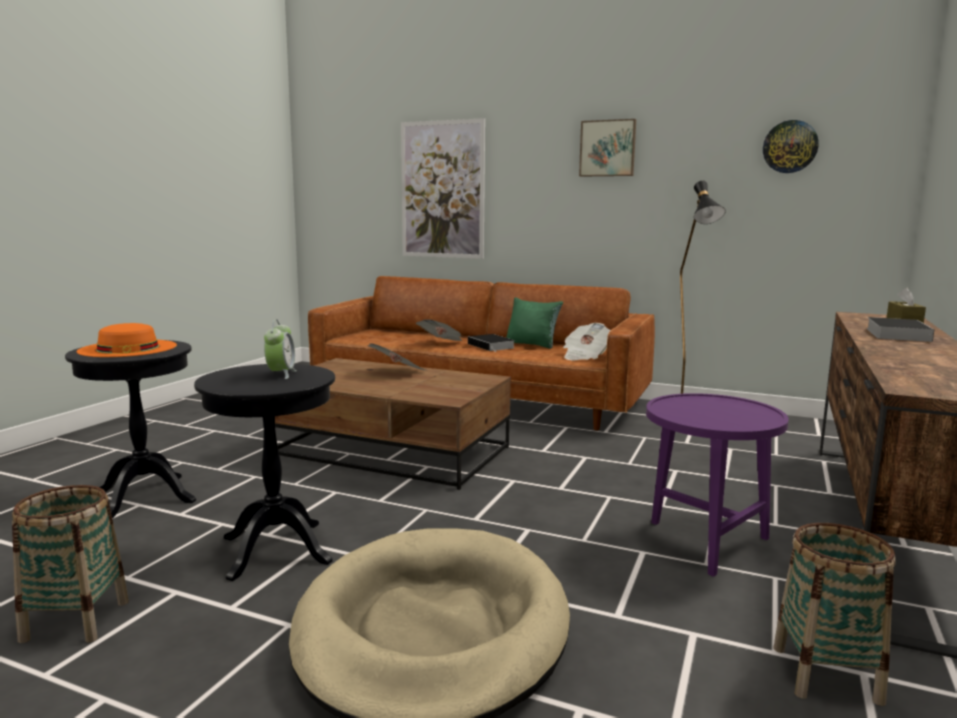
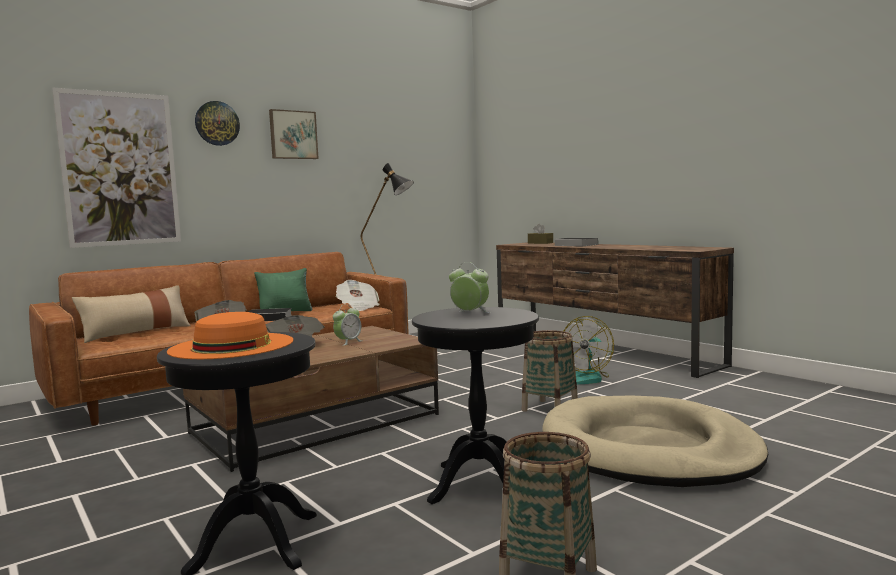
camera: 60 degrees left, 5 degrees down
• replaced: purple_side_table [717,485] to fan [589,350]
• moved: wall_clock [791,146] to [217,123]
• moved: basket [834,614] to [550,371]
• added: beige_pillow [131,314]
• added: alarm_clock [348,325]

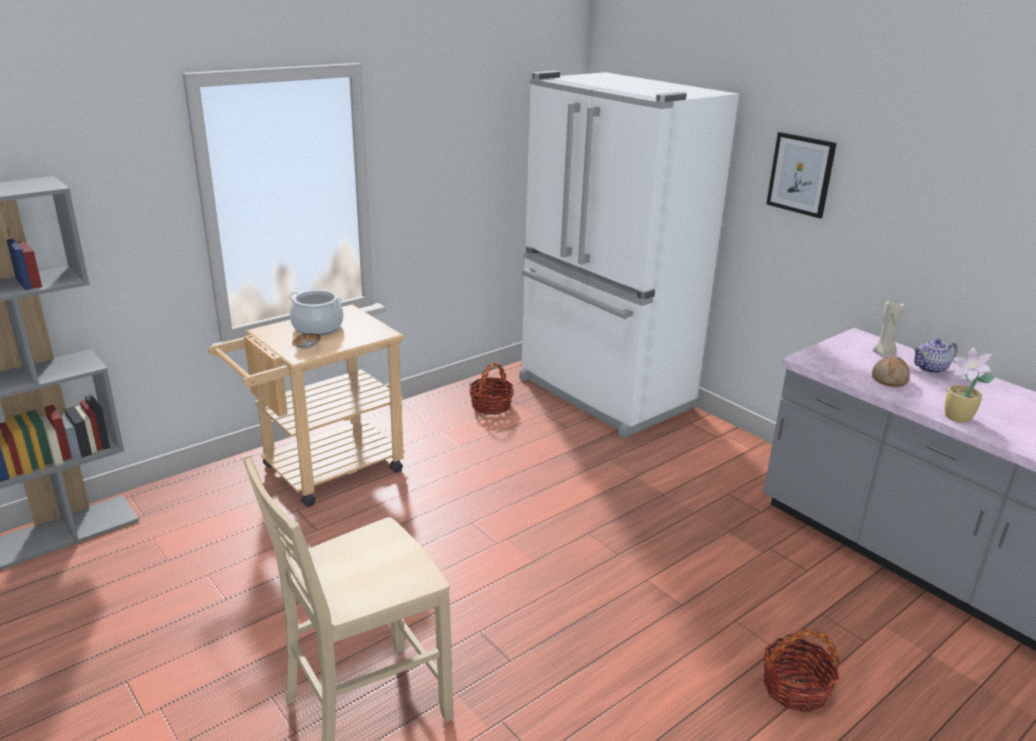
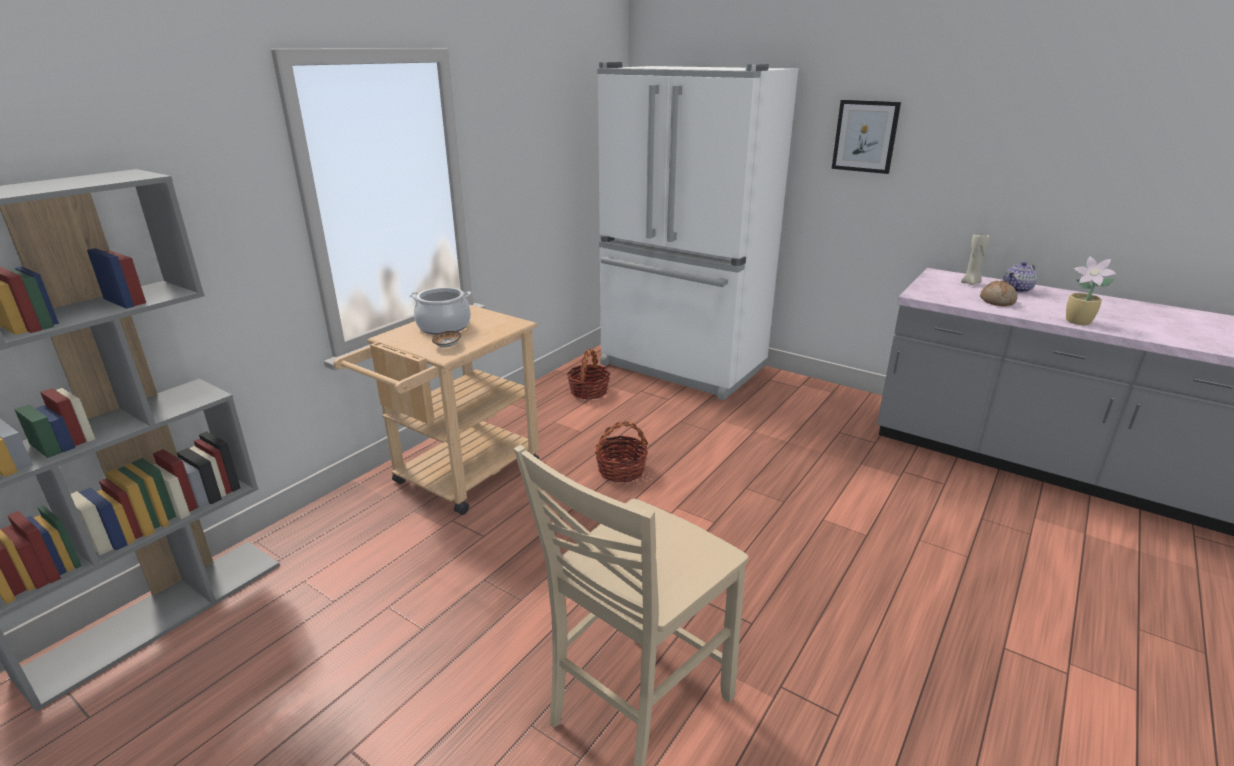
camera: 15 degrees left, 0 degrees up
• moved: basket [801,671] to [621,451]

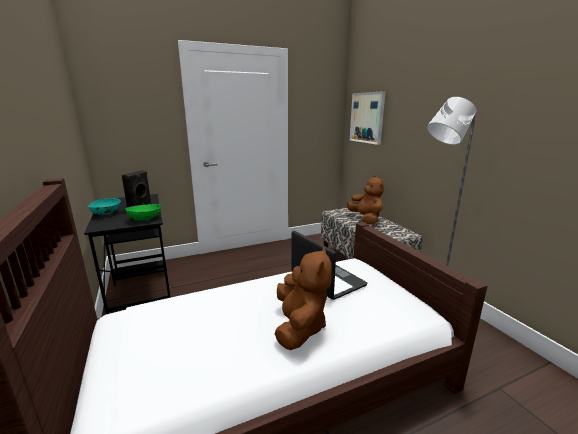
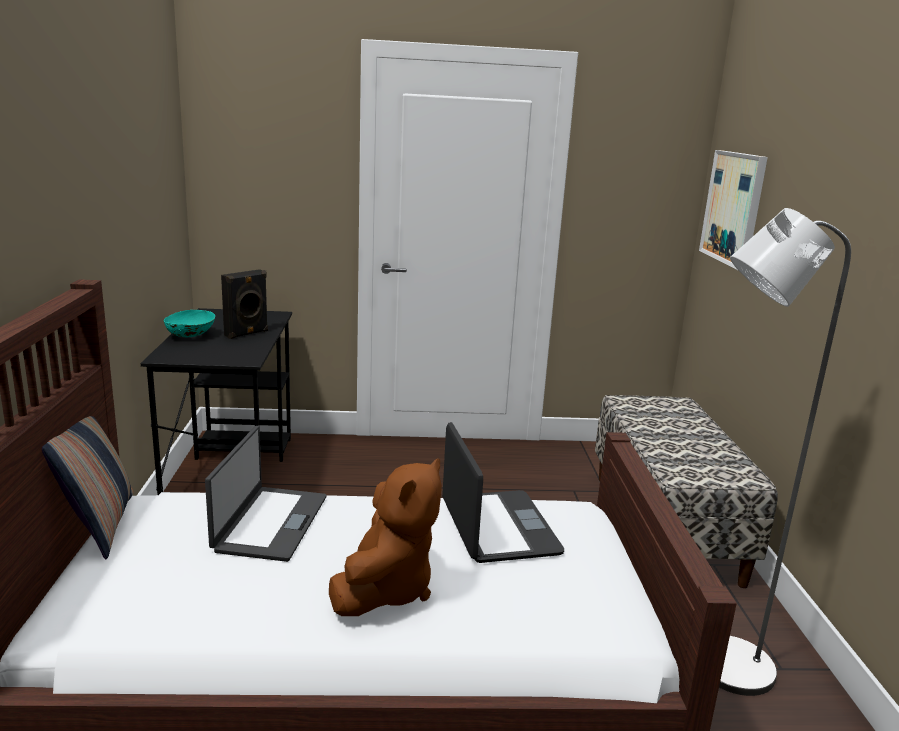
camera: 20 degrees right, 0 degrees up
• removed: green_bowl [143,212]
• removed: brown_plush_toy [365,200]
• added: pillow [88,487]
• added: laptop [265,494]

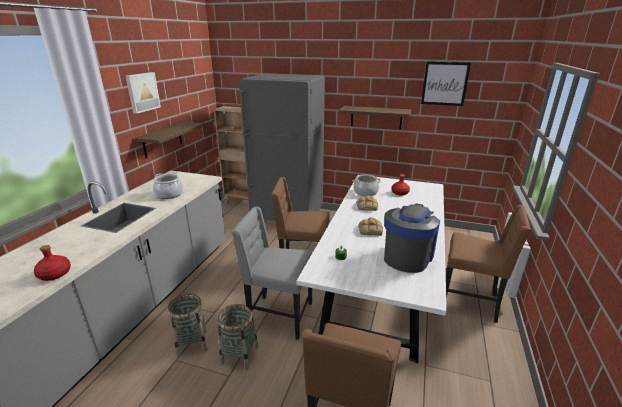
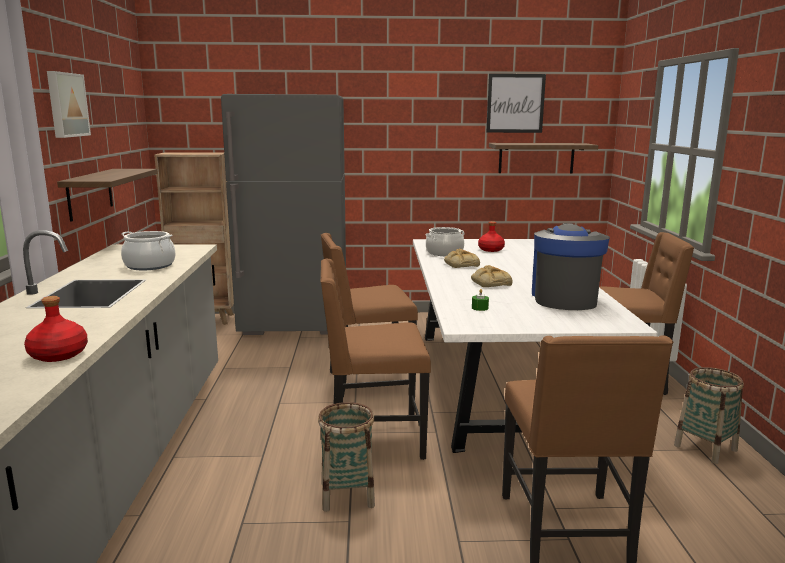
camera: 20 degrees left, 10 degrees down
• moved: basket [187,325] to [709,415]
• recoloured: grey_chair [272,273] to brown_chair [376,359]
• moved: shelf [375,118] to [544,158]

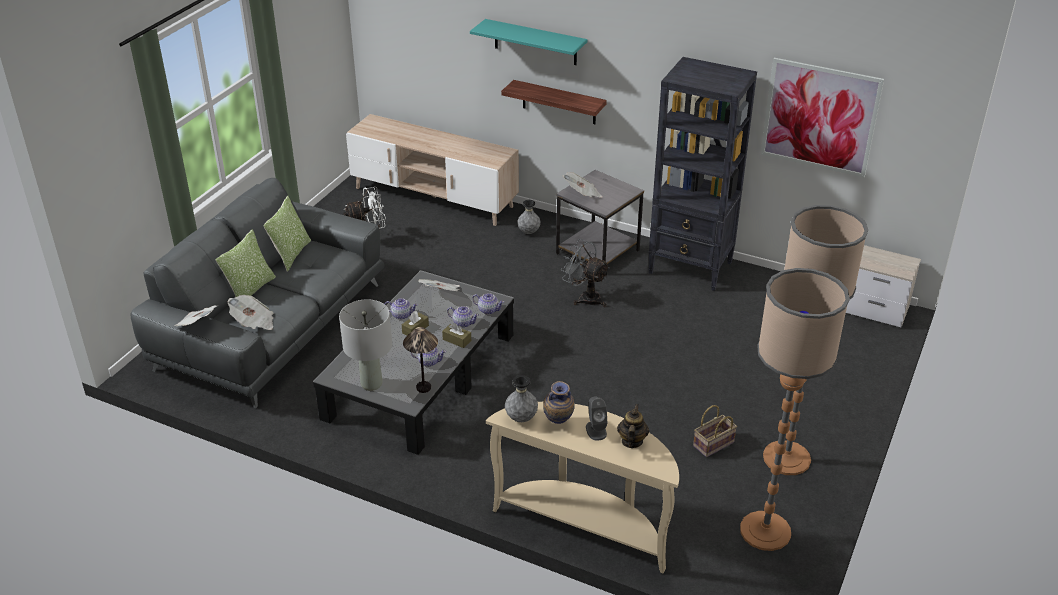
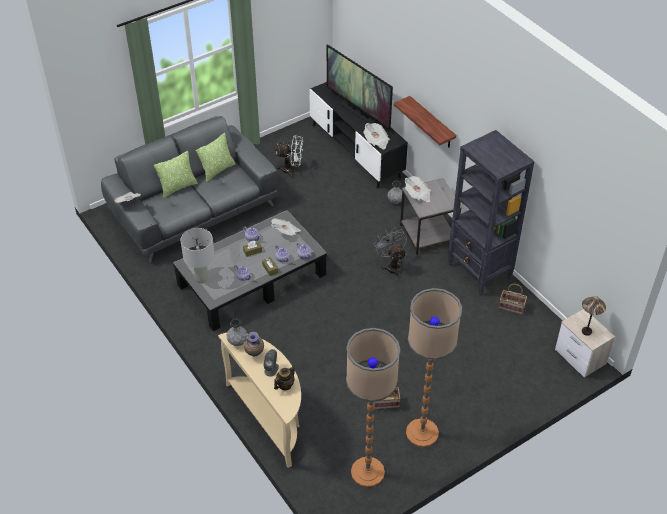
camera: 30 degrees right, 10 degrees up
• moved: newspaper [250,312] to [376,136]
• recoloured: beige_tv_stand [432,170] to black_tv_stand [358,135]
• moved: table_lamp [420,360] to [594,316]
• removed: turquoise_shelf [529,42]
• removed: picture [822,117]
• added: television [360,87]
• added: basket [513,299]

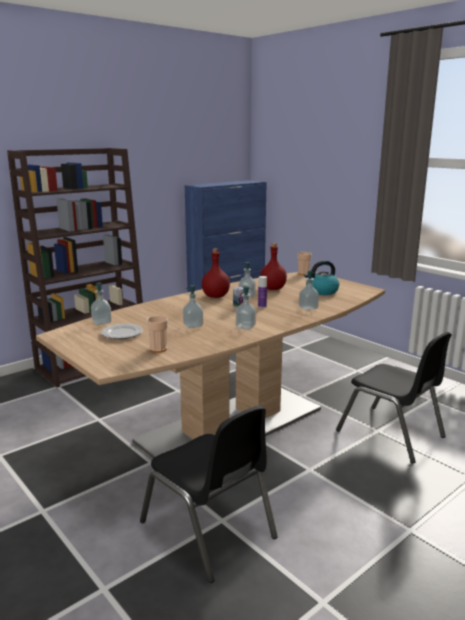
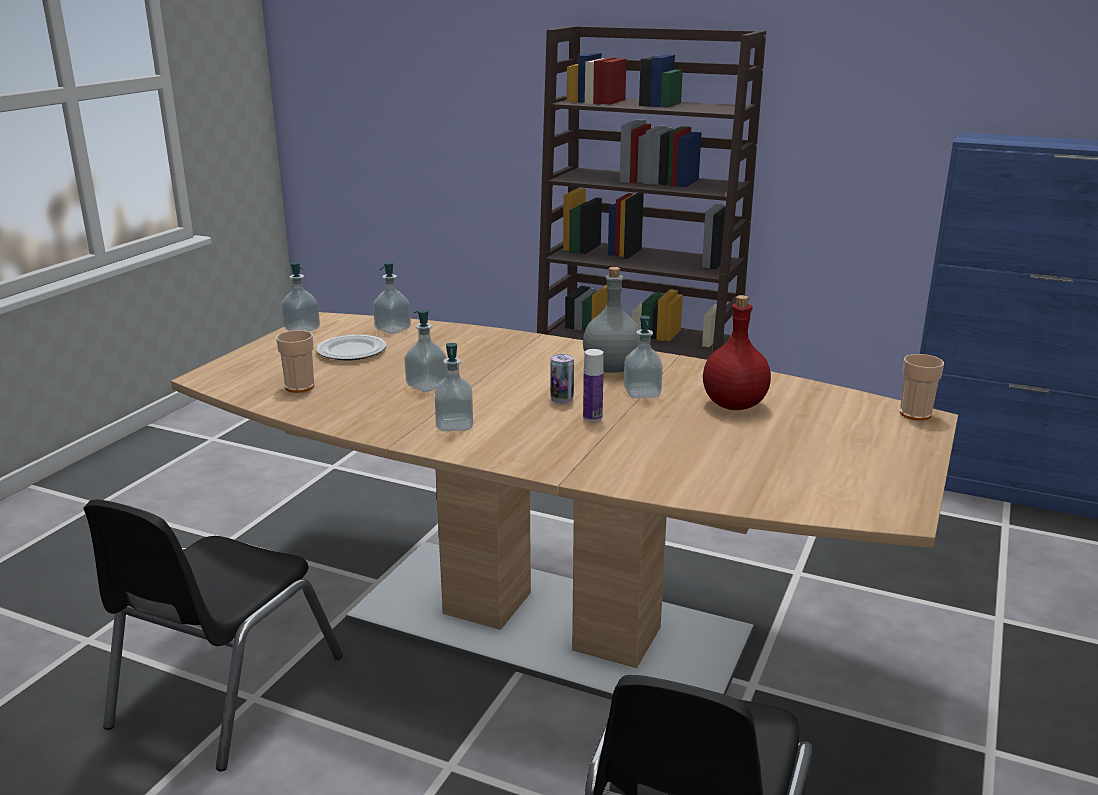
camera: 65 degrees right, 5 degrees up
• recoloured: red_bottle [216,273] to grey_bottle [611,320]
• moved: soap_dispenser [309,290] to [300,296]
• removed: kettle [321,278]

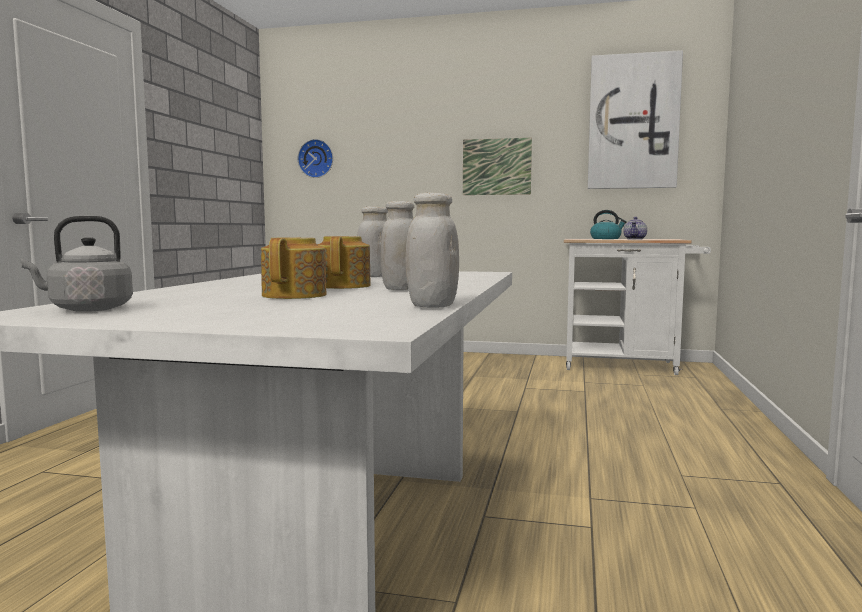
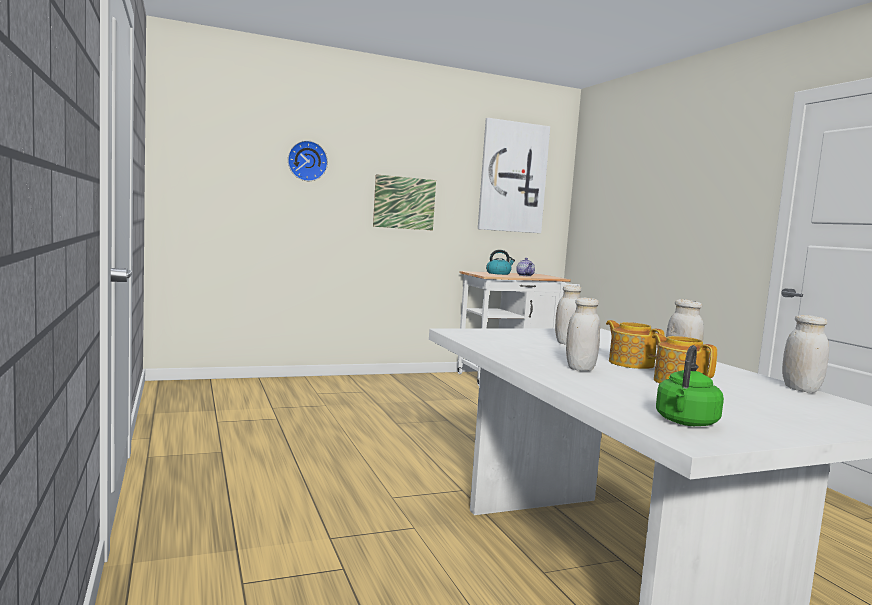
camera: 35 degrees left, 0 degrees up
• recoloured: grey_kettle [76,264] to green_kettle [690,385]
• moved: wall_clock [315,158] to [308,160]
• added: white_jar [583,334]

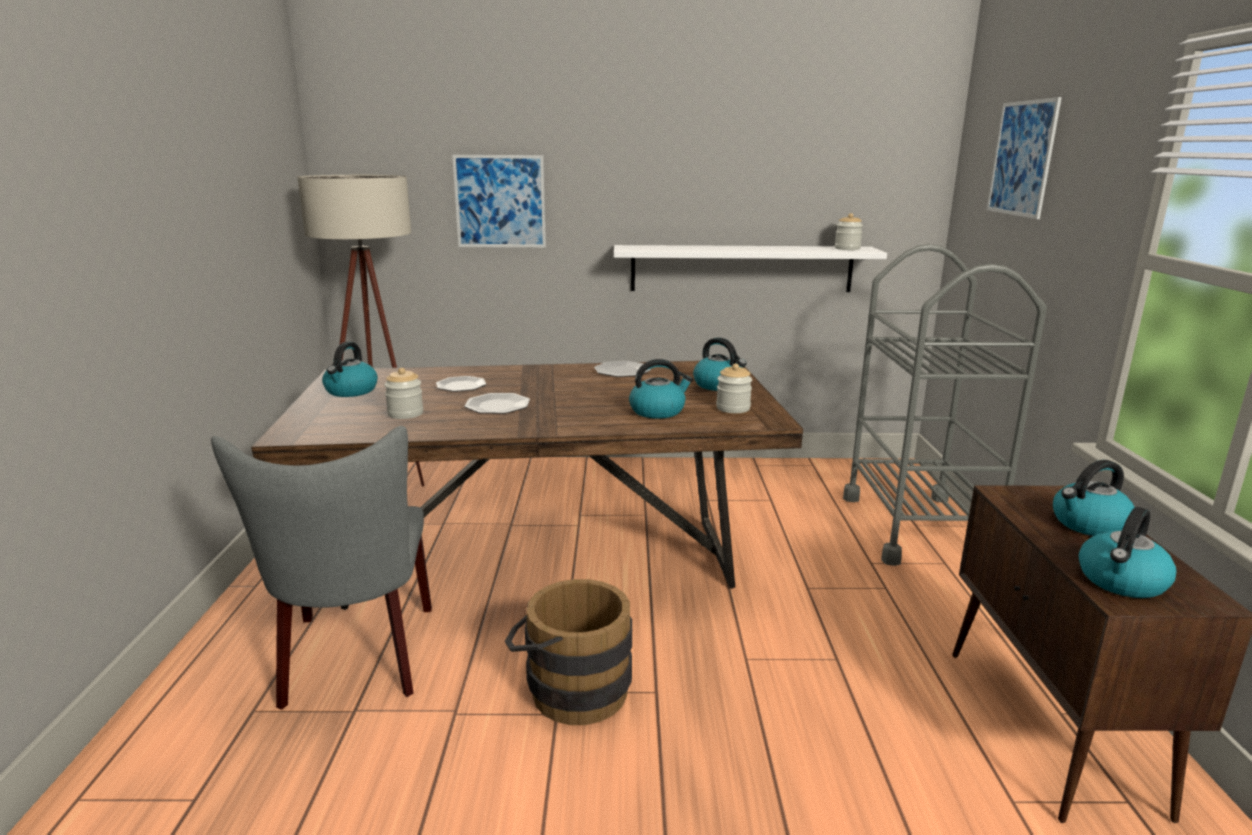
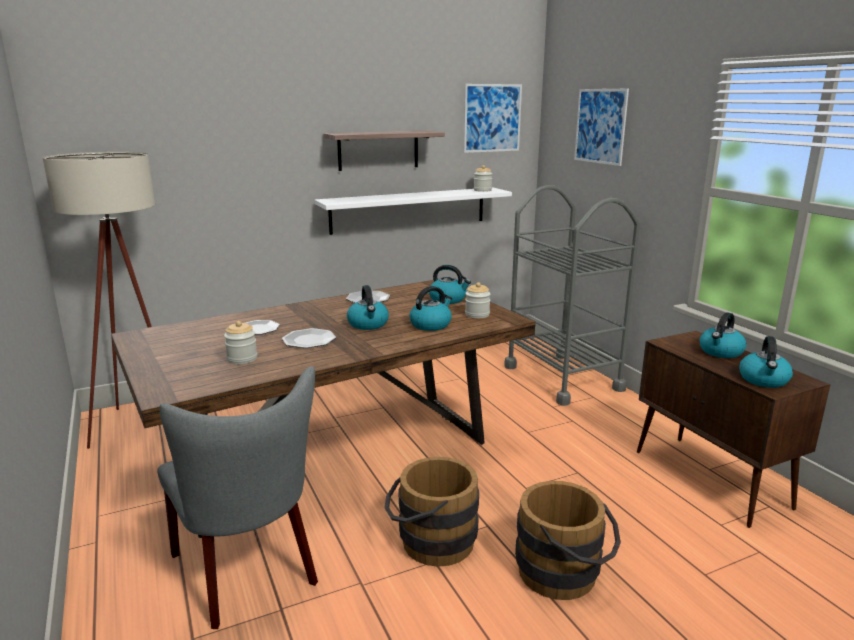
camera: 25 degrees left, 0 degrees up
• moved: kettle [350,369] to [368,307]
• moved: picture [499,201] to [493,118]
• added: shelf [384,151]
• added: brown_bucket [568,540]

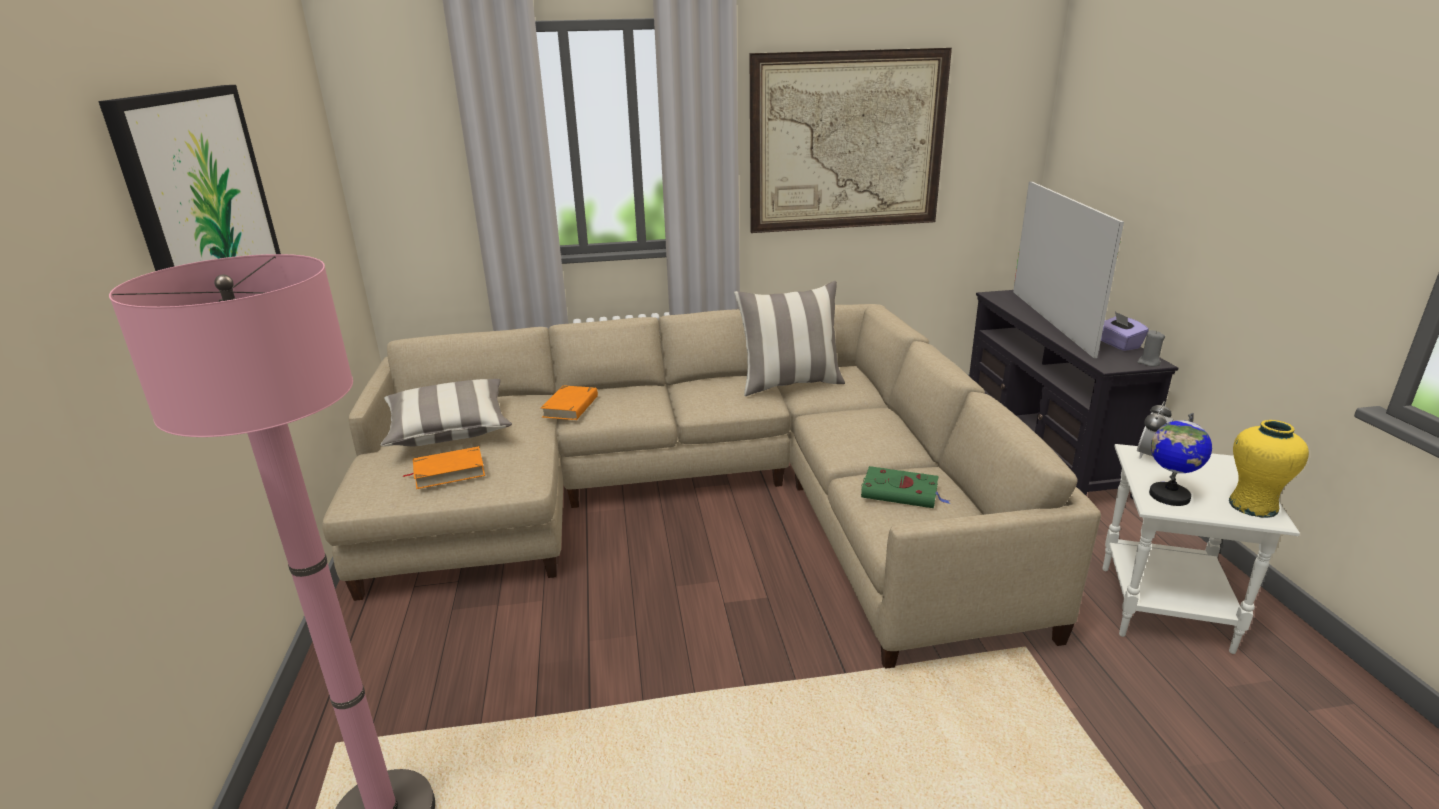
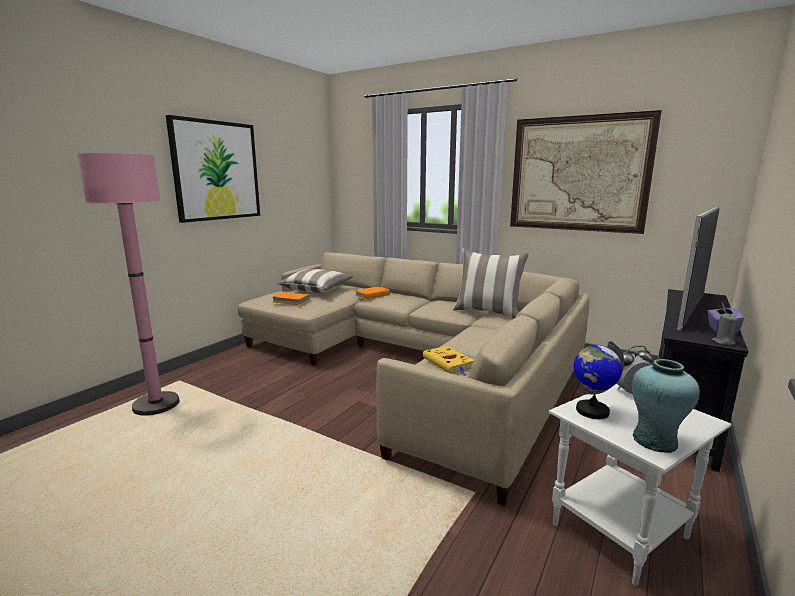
camera: 40 degrees right, 10 degrees down
• recoloured: green_book [905,487] to yellow_book [448,361]
• recoloured: yellow_vase [1269,469] to turquoise_vase [666,406]

